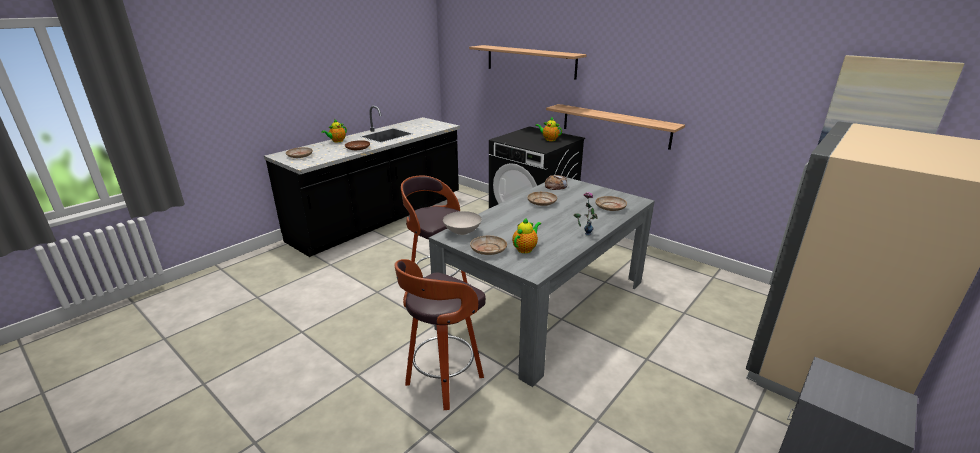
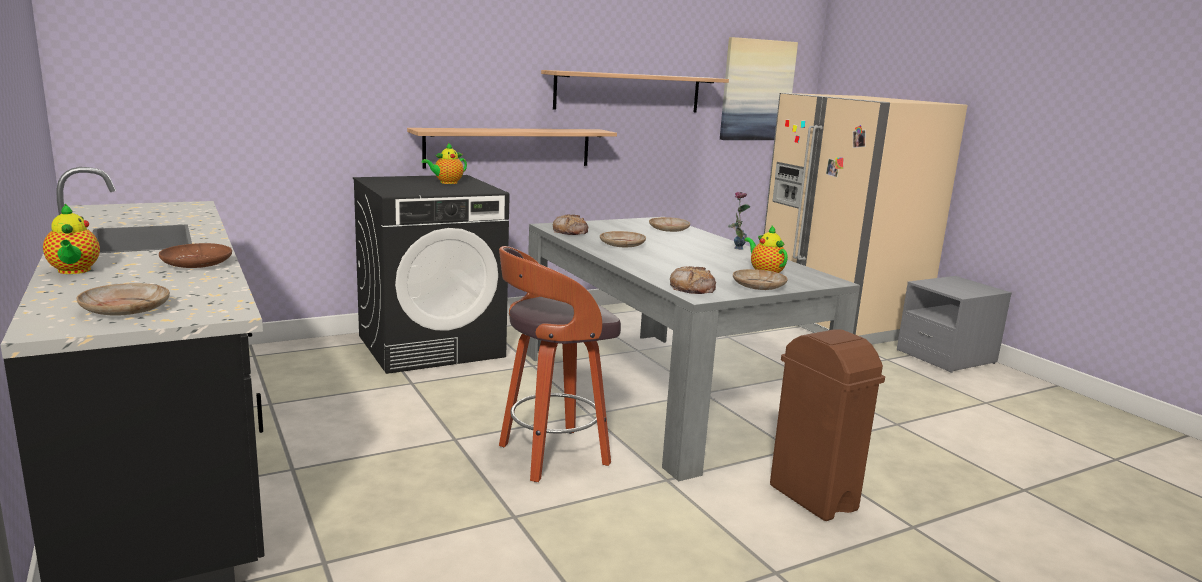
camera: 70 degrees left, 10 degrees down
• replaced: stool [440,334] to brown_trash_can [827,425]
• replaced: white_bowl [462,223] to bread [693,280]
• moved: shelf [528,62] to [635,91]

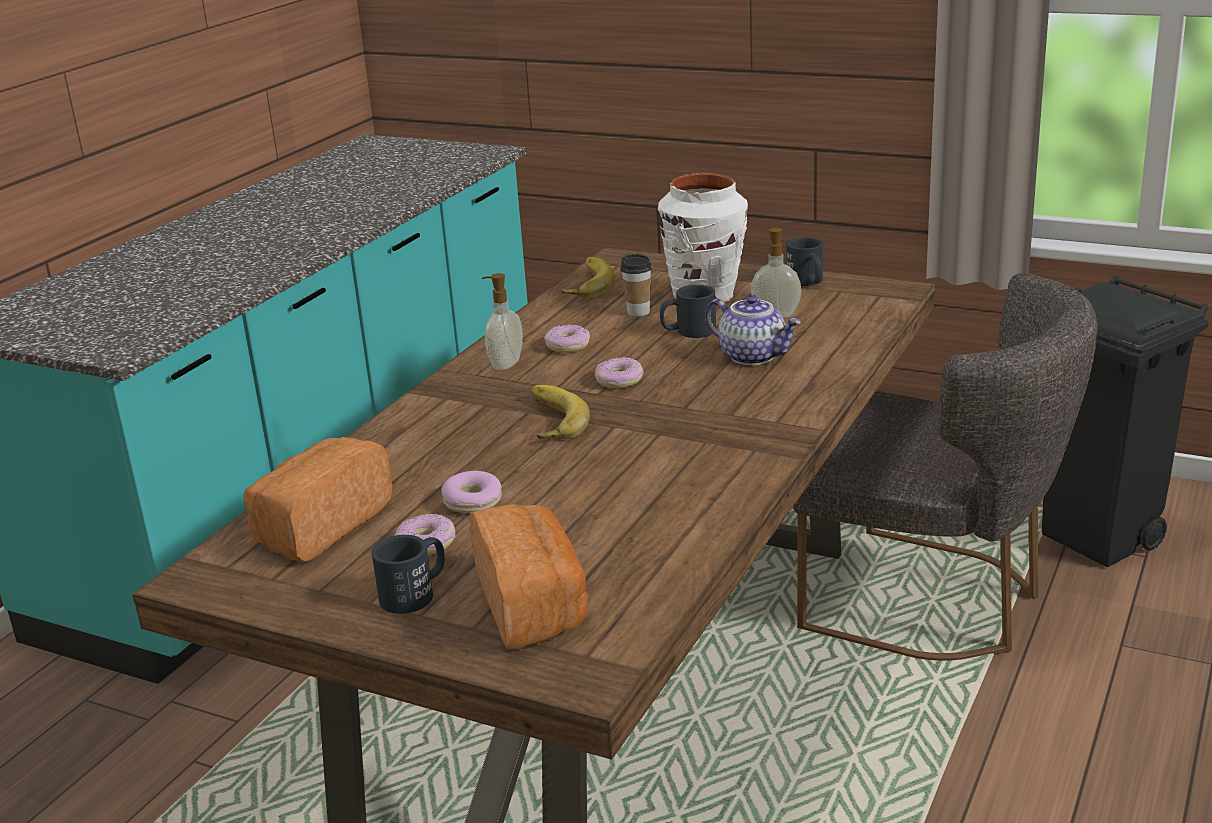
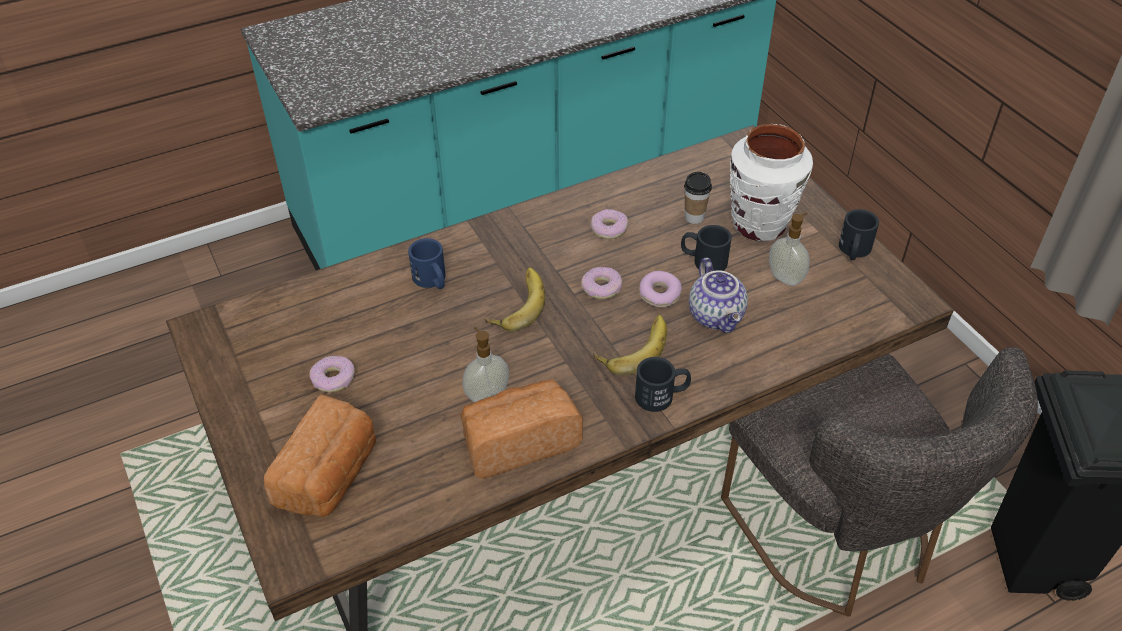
camera: 35 degrees right, 20 degrees up
• moved: bread [317,499] to [521,429]
• moved: black_mug [408,574] to [663,384]
• moved: donut [471,492] to [660,289]
• moved: soap_dispenser [502,321] to [485,364]
• moved: banana [587,277] to [630,345]
• added: blue_mug [427,263]

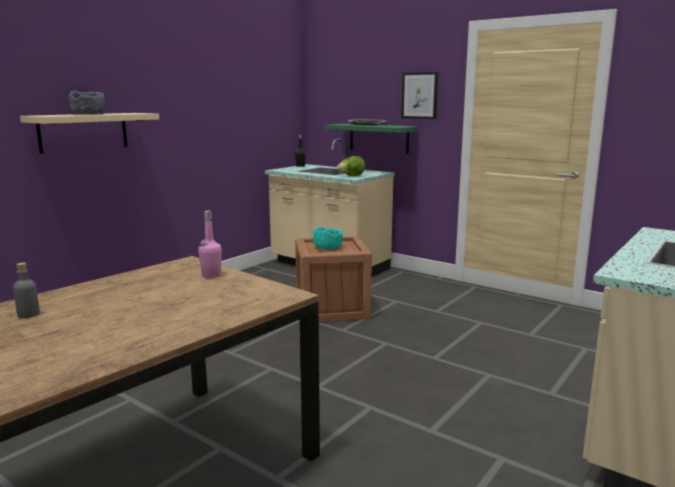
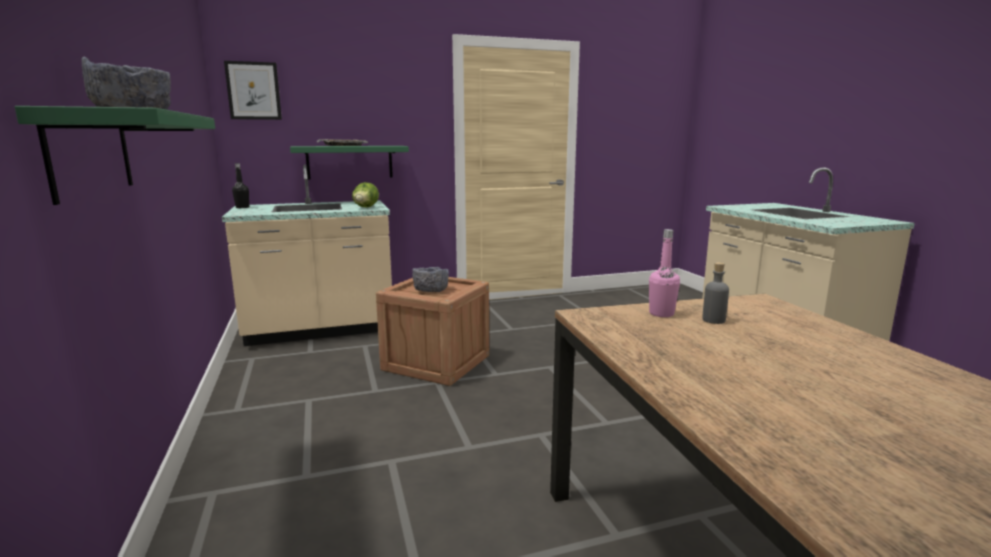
camera: 55 degrees left, 0 degrees up
• moved: grey_bottle [26,290] to [715,293]
• recoloured: beige_shelf [89,133] to green_shelf [115,155]
• recoloured: turquoise_bowl [327,238] to grey_bowl [430,279]
• moved: picture [419,95] to [253,90]

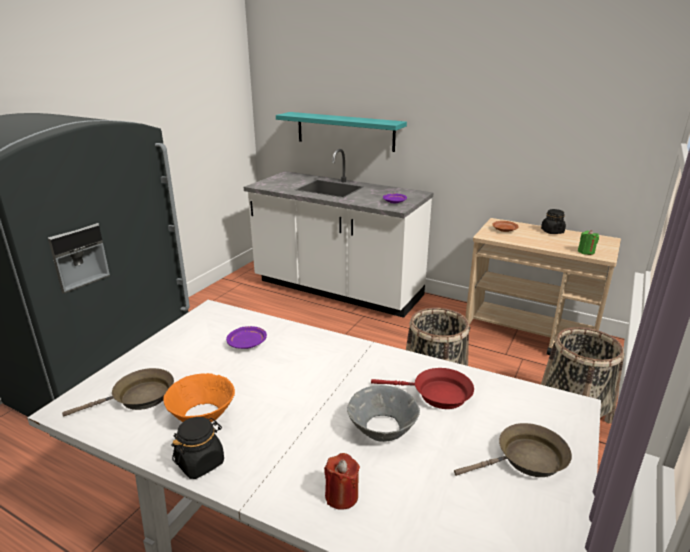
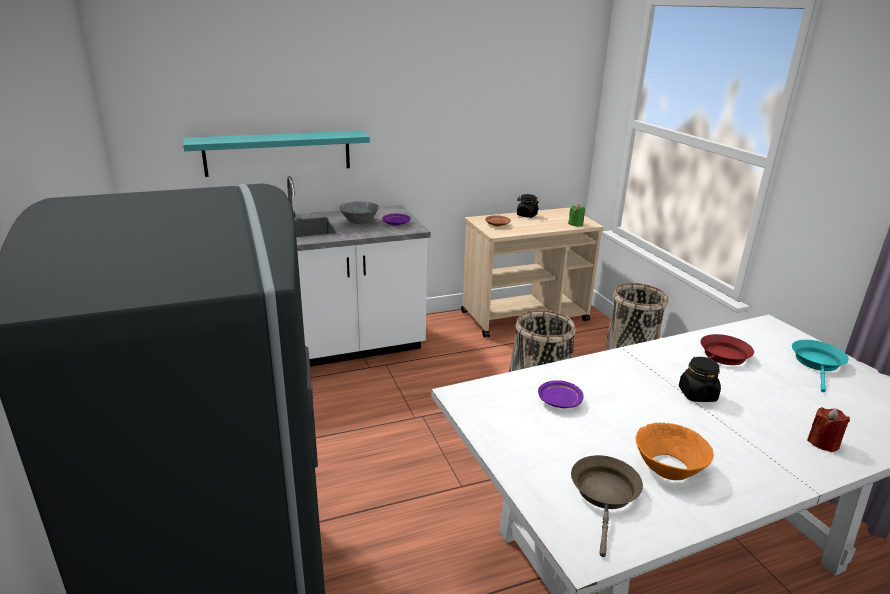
camera: 50 degrees left, 0 degrees up
• moved: black_jar [197,448] to [700,379]
• moved: grey_bowl [383,413] to [359,212]
• recoloured: brown_frying_pan [513,450] to turquoise_frying_pan [820,366]

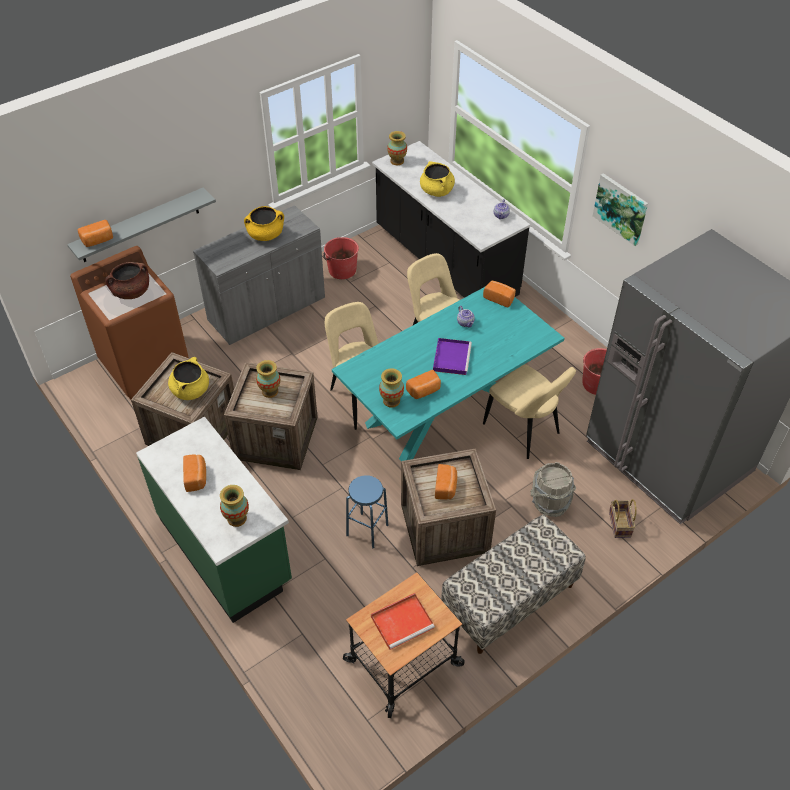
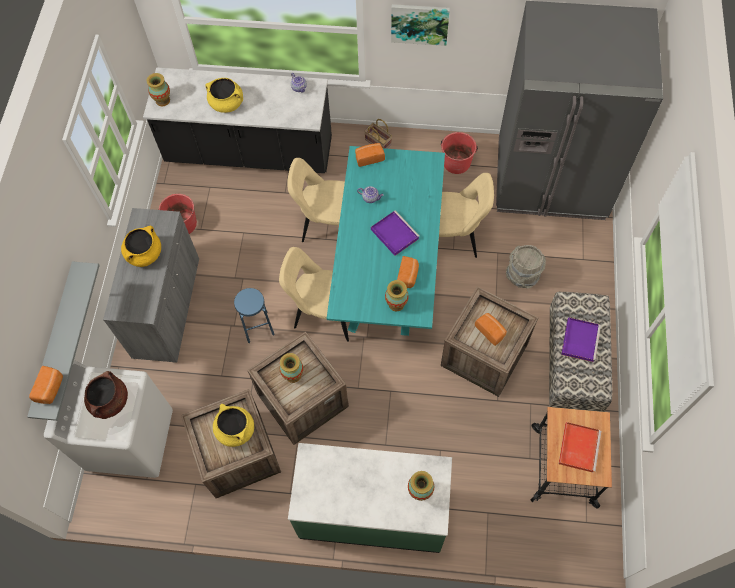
camera: 45 degrees left, 15 degrees up
• recoloured: brown_washing_machine [129,323] to white_washing_machine [108,419]
• removed: bread [194,473]
• moved: blue_stool [367,511] to [254,315]
• moved: basket [623,518] to [378,134]
• added: purple_tray [581,340]

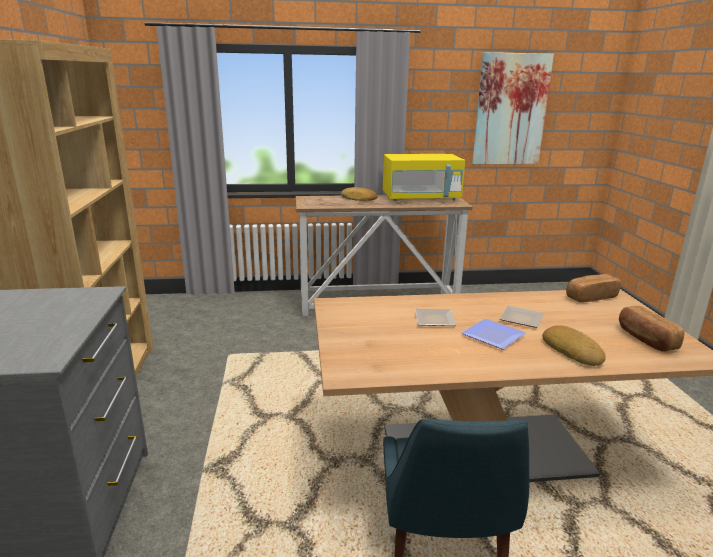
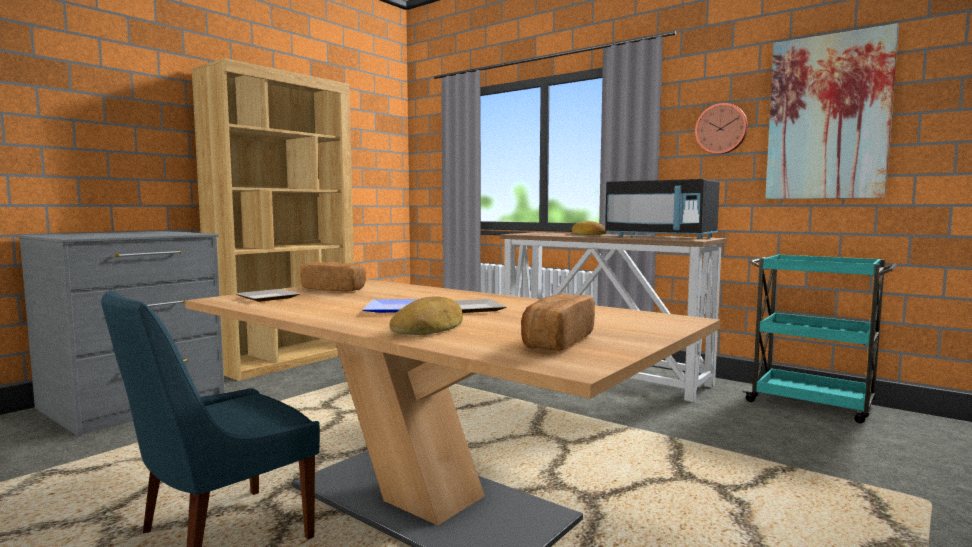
camera: 45 degrees right, 15 degrees down
• recoloured: yellow_microwave [424,177] to black_microwave [662,209]
• moved: plate [435,317] to [267,295]
• moved: bread [593,288] to [333,277]
• added: wall_clock [721,128]
• added: turquoise_cart [819,338]

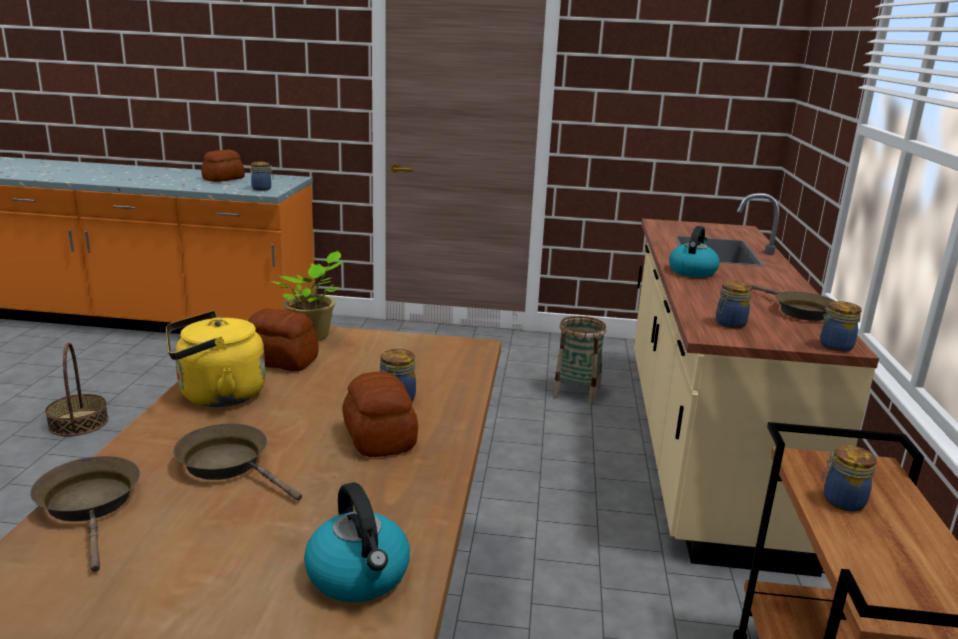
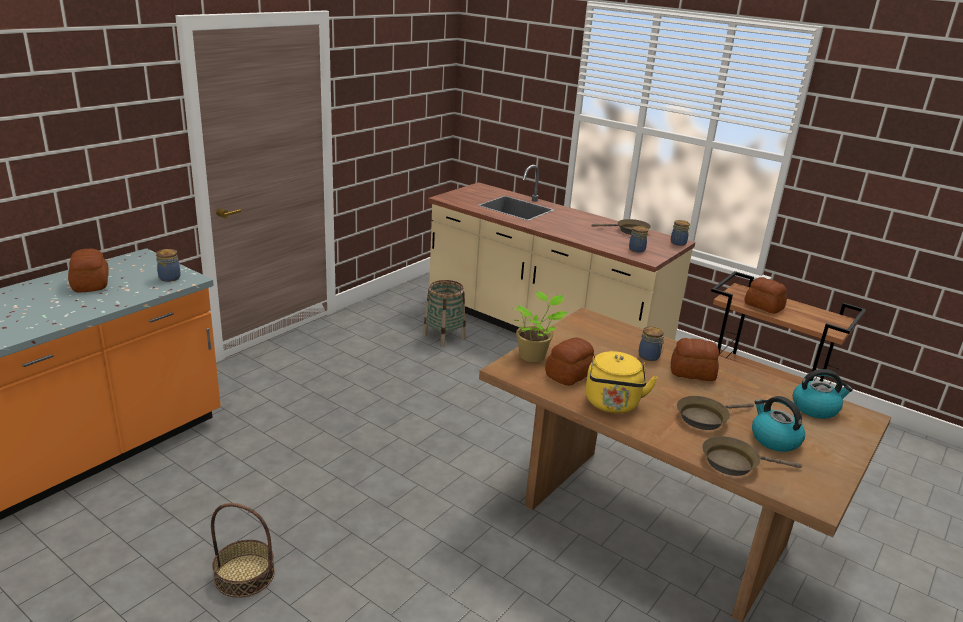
camera: 60 degrees left, 5 degrees up
• moved: kettle [694,252] to [778,424]
• replaced: jar [849,478] to bread [766,295]

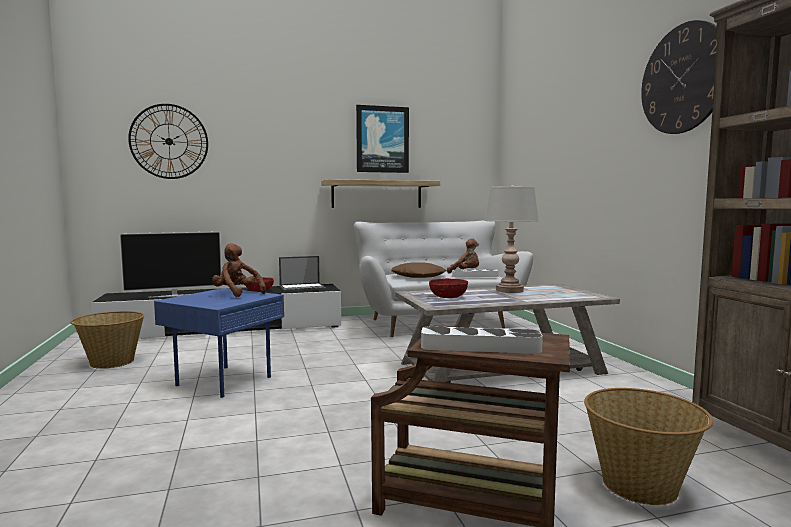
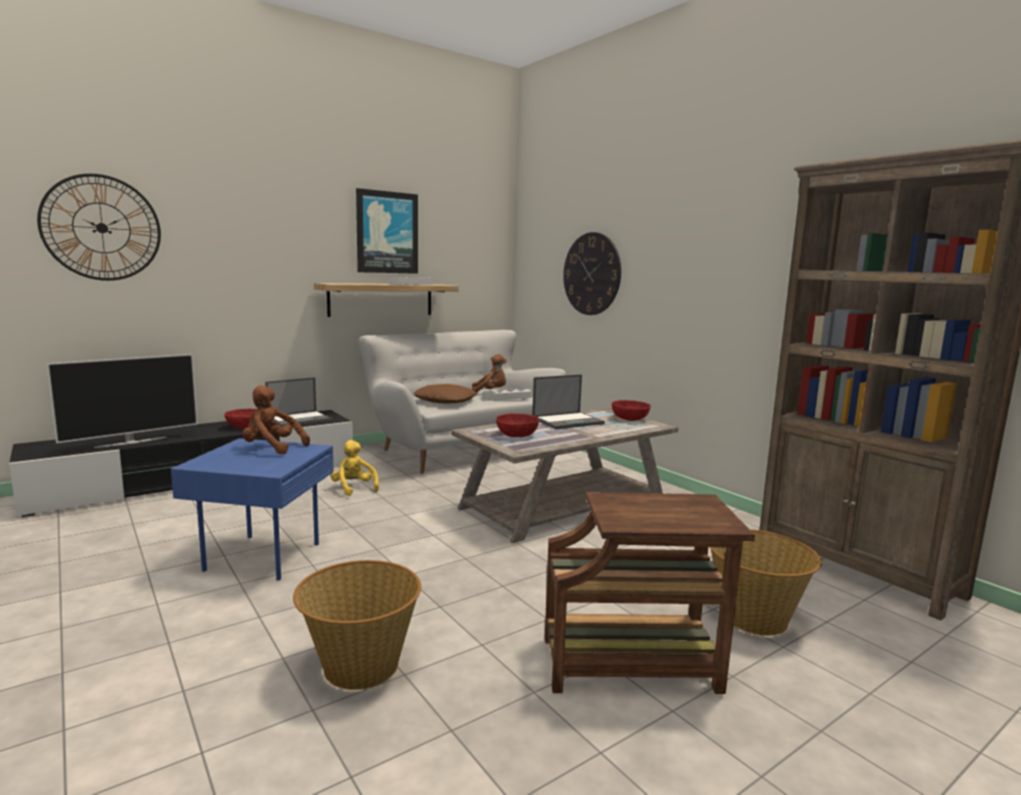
camera: 20 degrees left, 5 degrees up
• moved: basket [107,340] to [357,625]
• removed: grey_tray [482,340]
• replaced: grey_table_lamp [512,239] to laptop [568,401]
• moved: wall_clock [679,77] to [592,273]
• added: yellow_plush_toy [354,468]
• added: red_bowl [631,410]

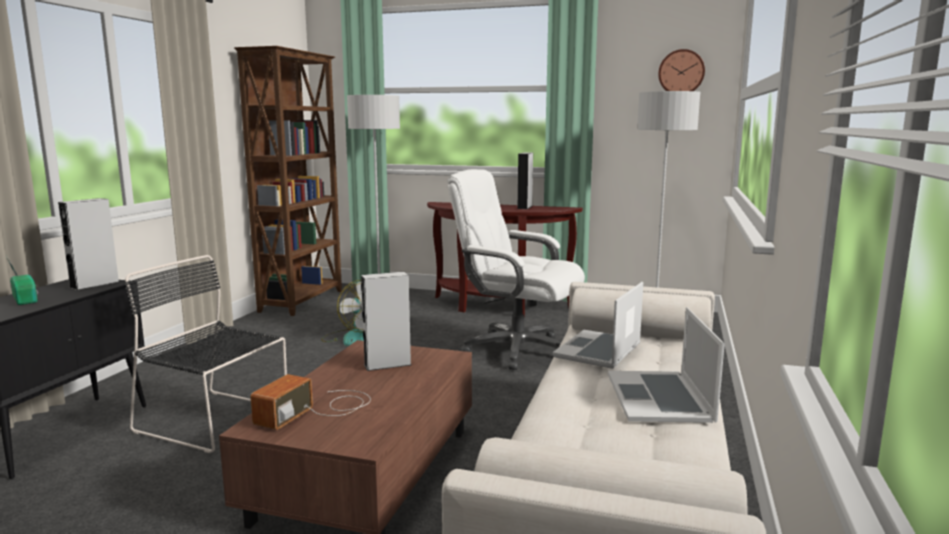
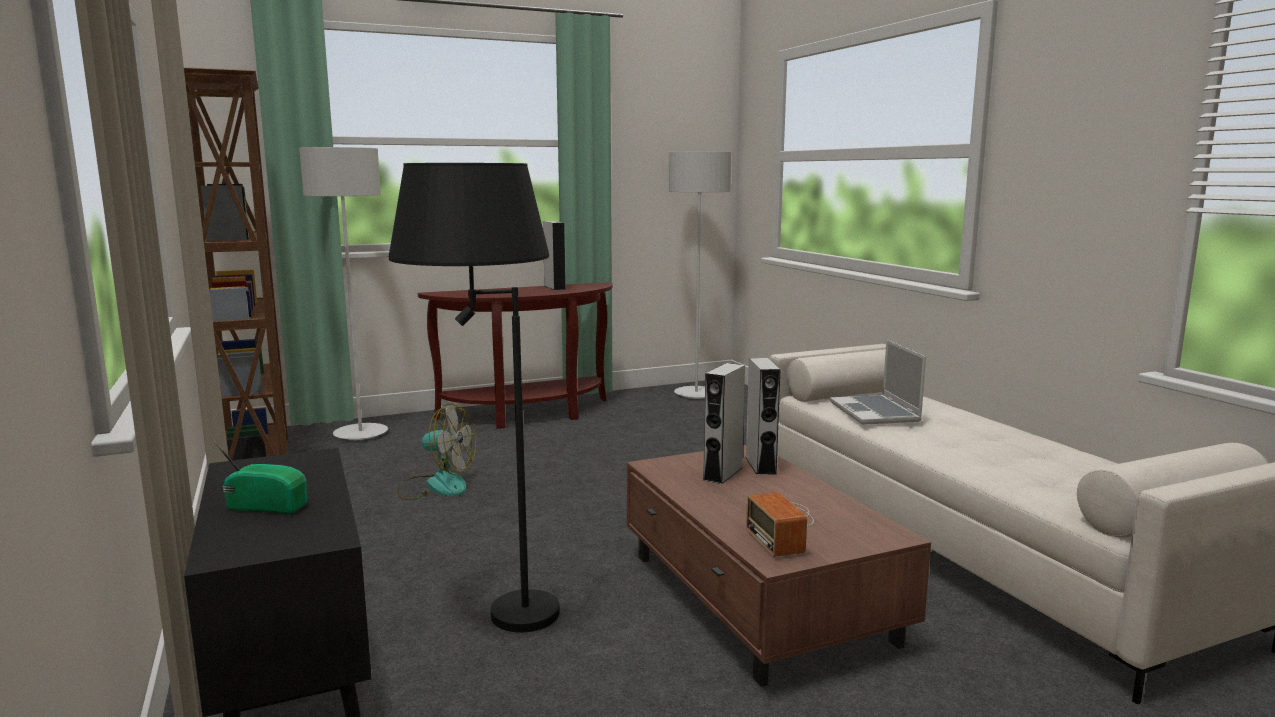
camera: 40 degrees left, 0 degrees up
• moved: grey_speaker [88,244] to [763,416]
• replaced: black_chair [206,354] to black_floor_lamp [474,398]
• removed: white_office_chair [516,269]
• removed: laptop [666,365]
• removed: wall_clock [681,70]

